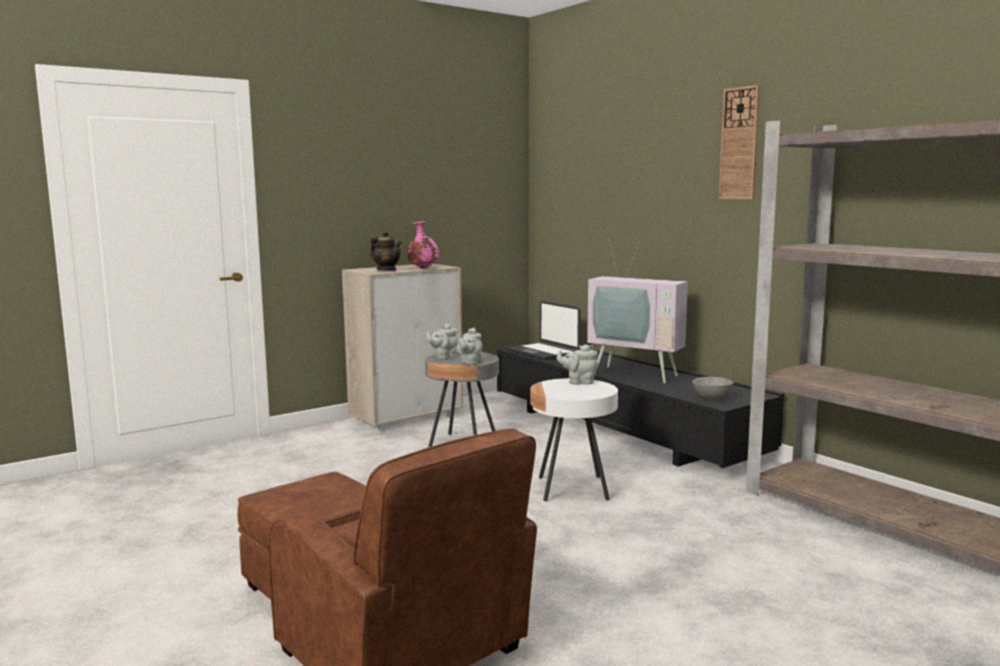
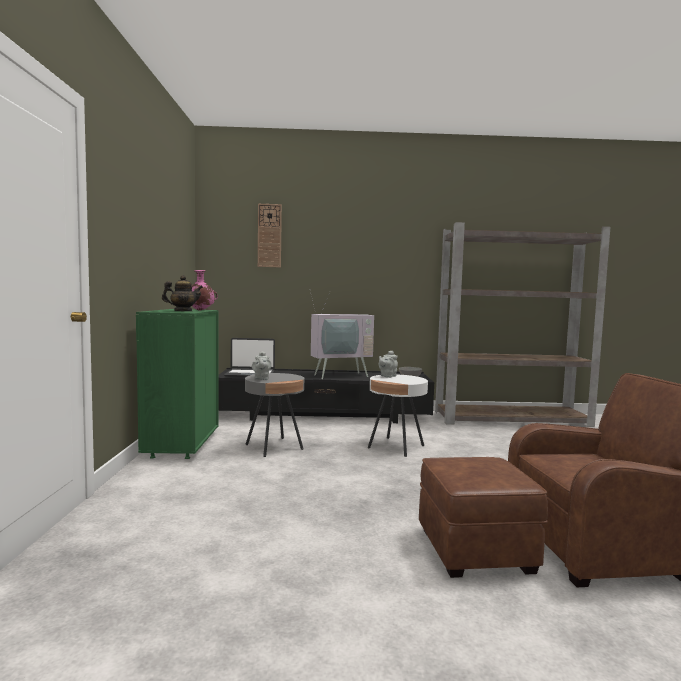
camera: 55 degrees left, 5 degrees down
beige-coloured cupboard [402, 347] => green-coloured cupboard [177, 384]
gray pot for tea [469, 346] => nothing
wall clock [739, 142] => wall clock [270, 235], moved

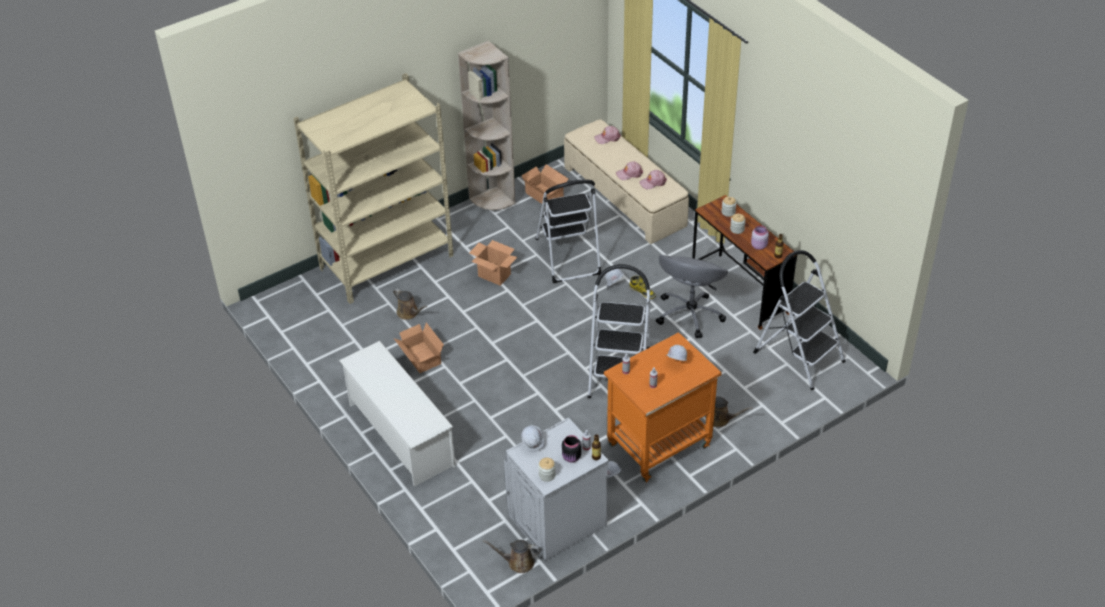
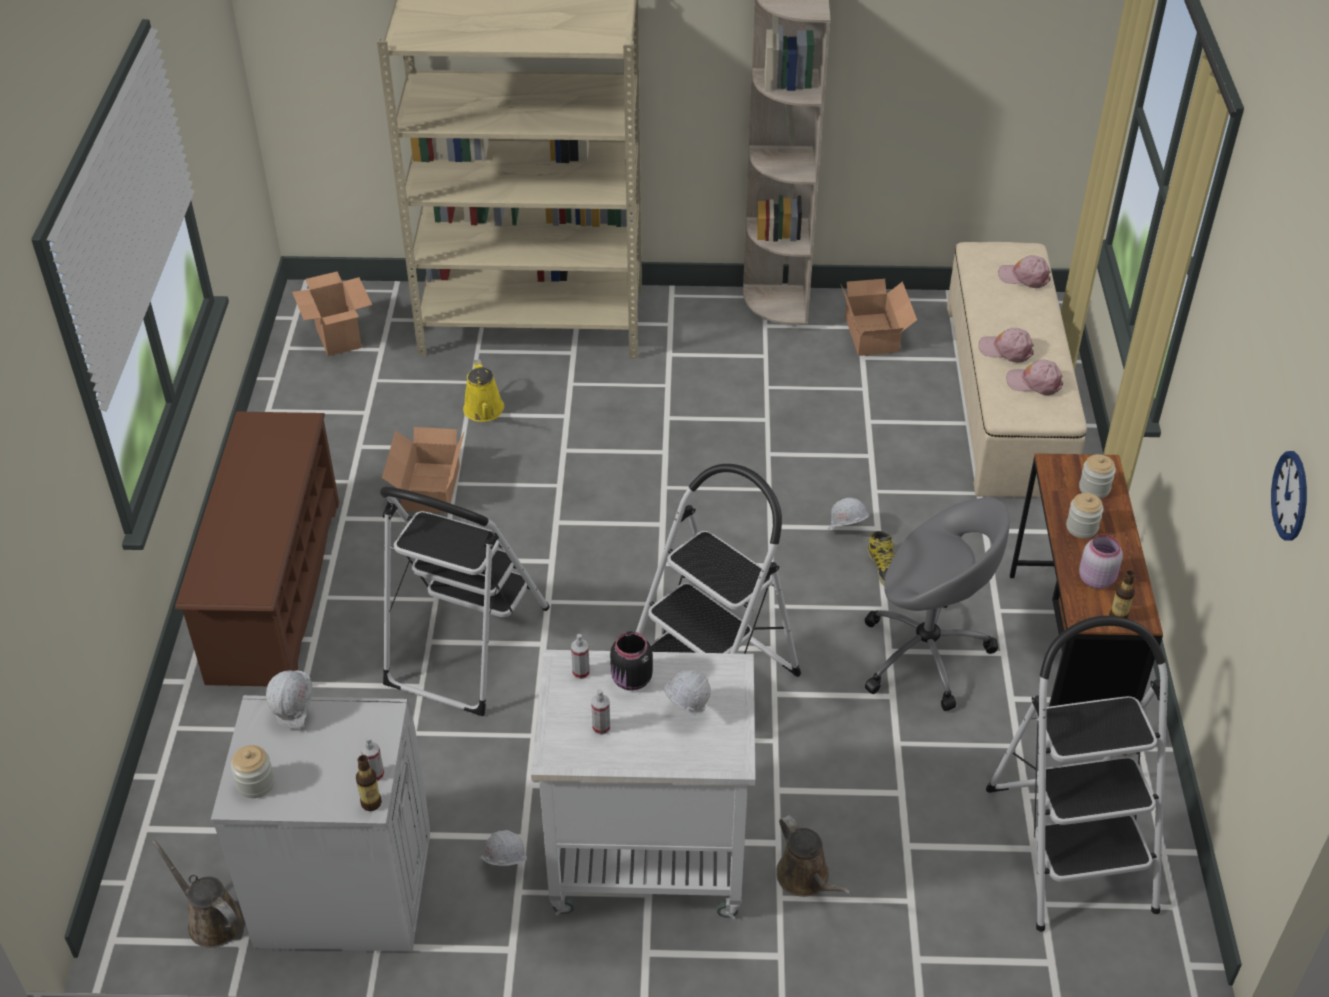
camera: 35 degrees right, 0 degrees up
white shoe shelf [397, 414] => brown shoe shelf [257, 548]
brown sprinkling can [410, 304] => yellowish sprinkling can [483, 390]
carton [493, 263] => carton [332, 313], moved
step stool [568, 231] => step stool [464, 601], moved
black-coloured storage jar [571, 448] => black-coloured storage jar [631, 661], moved
orange-coloured trolley [663, 407] => white trolley [643, 785]
gray desk chair [692, 296] => gray desk chair [937, 604], 120 degrees counterclockwise
nothing => wall clock [1289, 496]

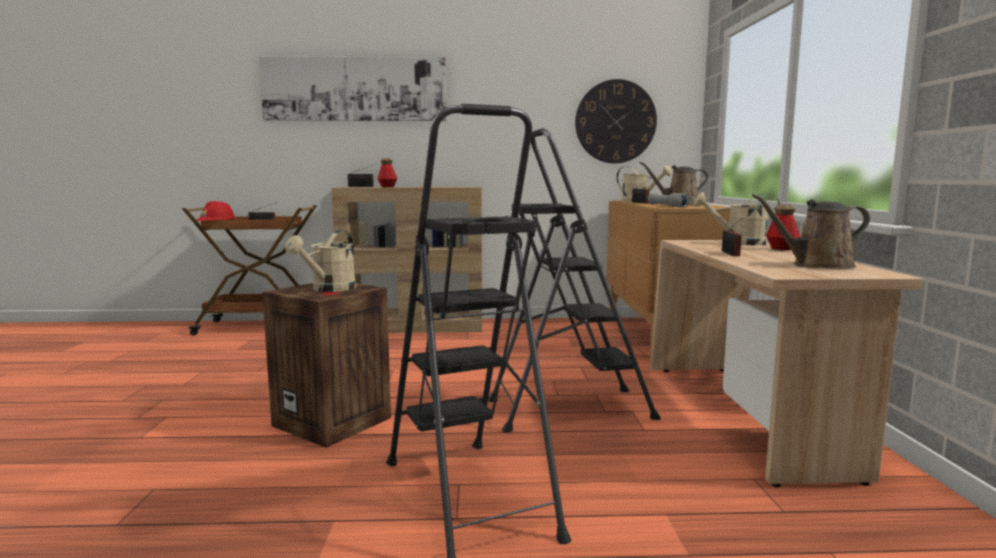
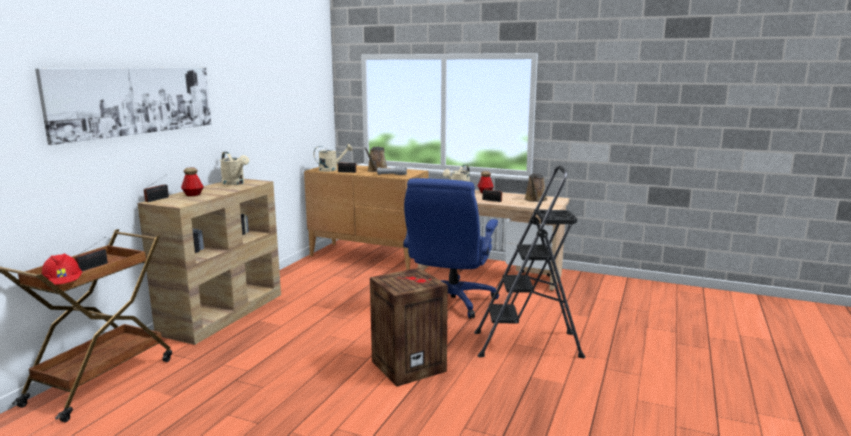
camera: 65 degrees left, 5 degrees up
beige-coloured sprinkling can [320, 261] => beige-coloured sprinkling can [234, 168], moved
step stool [574, 280] => blue desk chair [451, 248]
wall clock [616, 121] => nothing

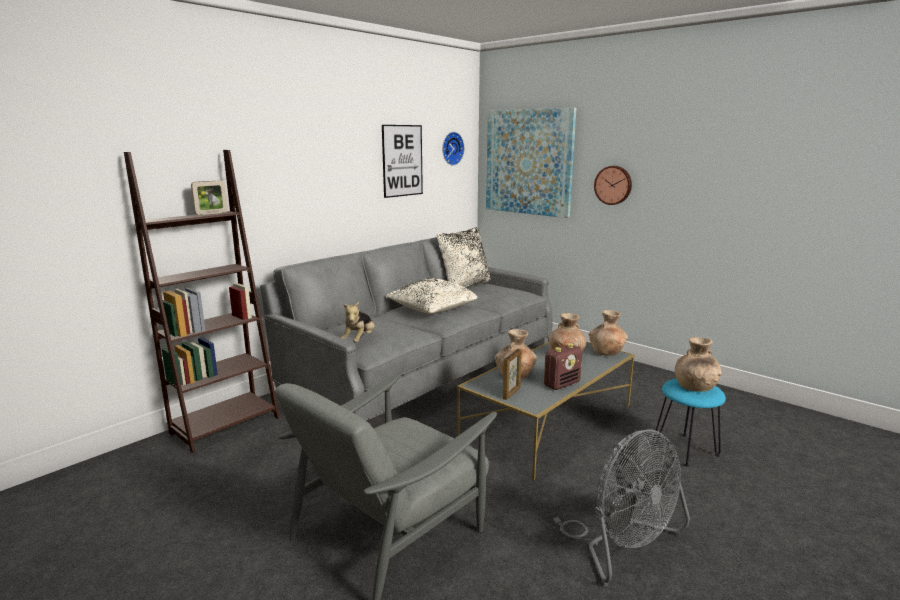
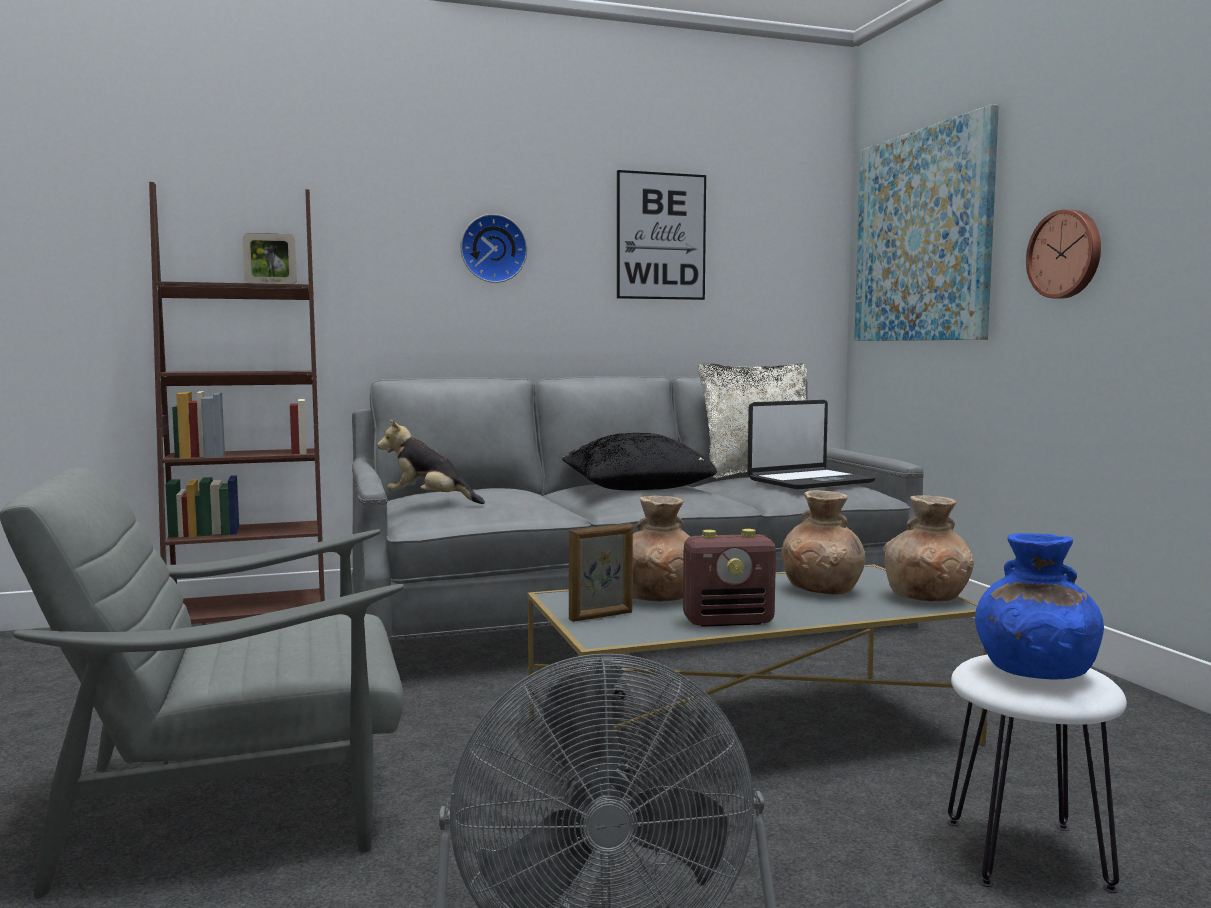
camera: 30 degrees right, 10 degrees down
cuddly toy [358, 322] => cuddly toy [431, 461], 60 degrees clockwise
beige-coloured throw pillow [431, 296] => black-coloured throw pillow [639, 461]
wall clock [453, 149] => wall clock [494, 248], moved
turquoise stool seat [689, 422] => white stool seat [1037, 774]
brown flower vase [698, 364] => blue flower vase [1039, 606]
nothing => laptop [811, 445]

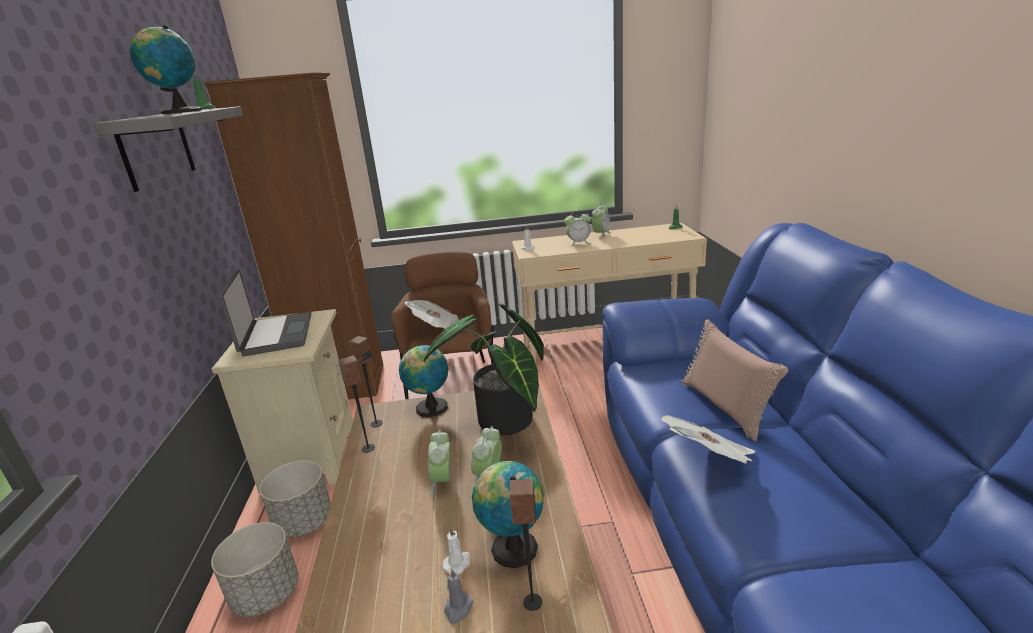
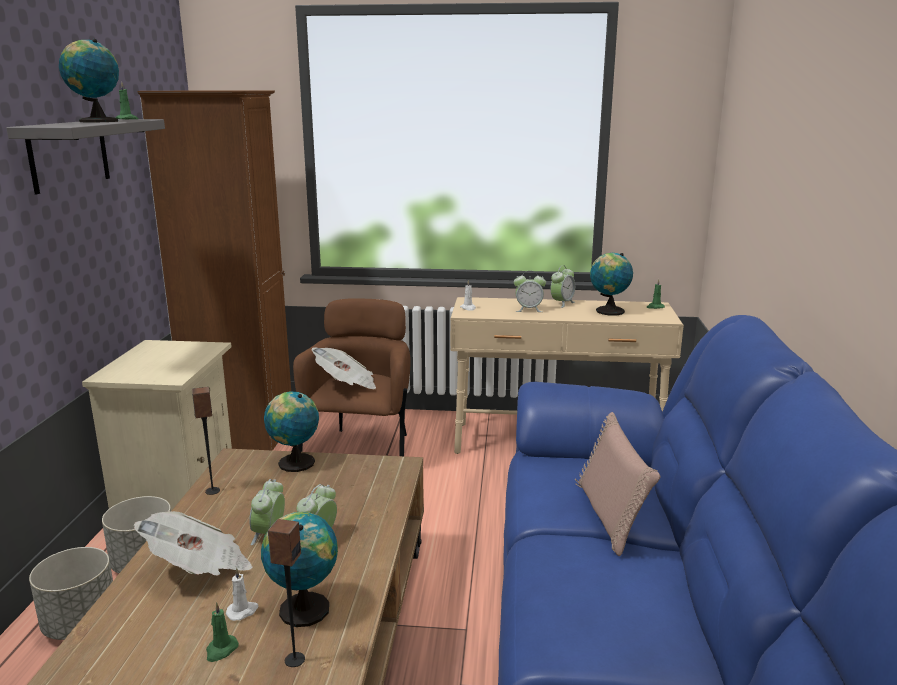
camera: 10 degrees right, 5 degrees down
laptop [265, 313] => nothing
loudspeaker [365, 381] => nothing
potted plant [484, 369] => nothing
gray candle [458, 596] => green-coloured candle [222, 632]
daily paper [708, 439] => daily paper [193, 543], moved
nothing => desk globe [611, 284]

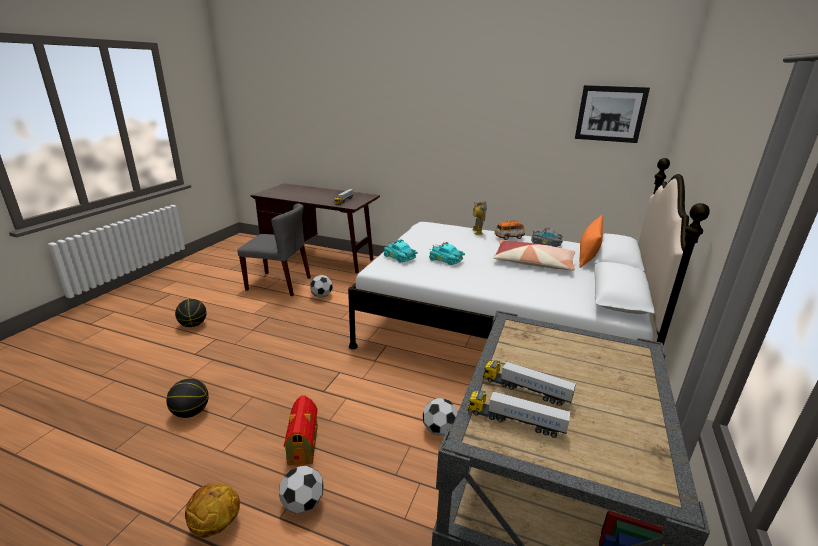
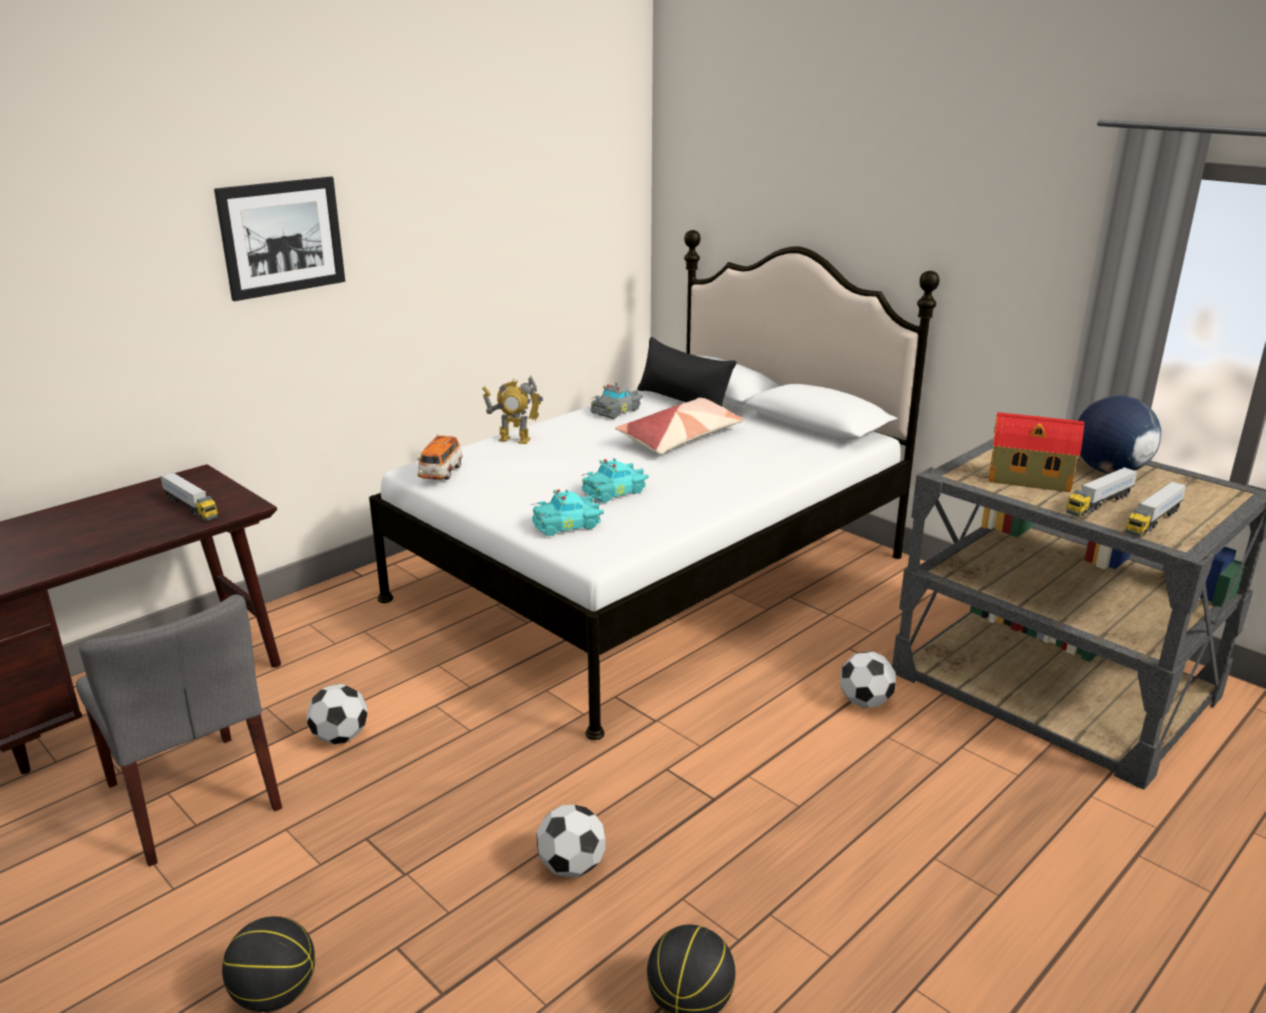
camera: 65 degrees left, 0 degrees up
ball for basketball [212, 510] => nothing
gray chair [274, 249] => gray chair [179, 730], 105 degrees clockwise
football ball [301, 489] => football ball [571, 841], moved
toy house [301, 430] => toy house [1036, 452], moved
miniature car [509, 230] => miniature car [440, 457], moved
wall picture [612, 114] => wall picture [279, 239], moved
orange-coloured throw pillow [591, 241] => black-coloured throw pillow [687, 371]
nothing => desk globe [1119, 434]

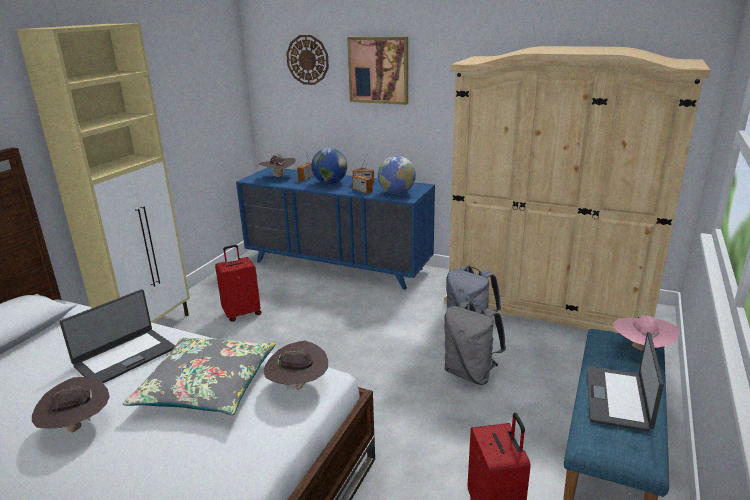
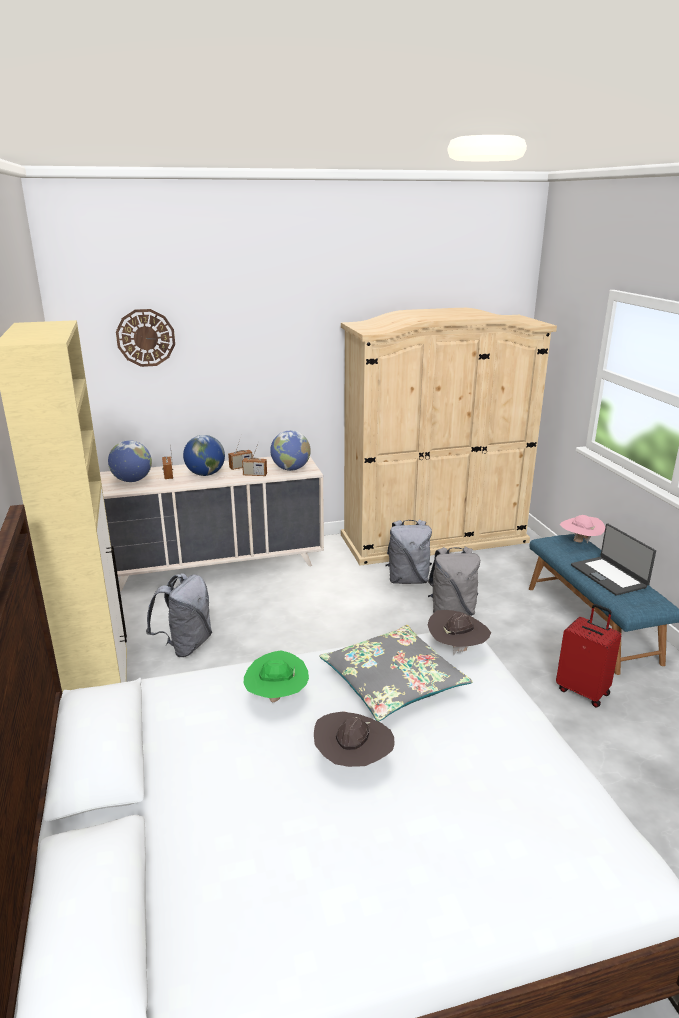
camera: 40 degrees left, 0 degrees up
laptop [117, 336] => green-coloured clothing hat [276, 676]
red suitcase [238, 283] => gray rucksack [179, 615]
blue drawer chest [335, 228] => beige-coloured drawer chest [212, 524]
brown clothing hat [277, 166] => desk globe [130, 461]
wall picture [377, 71] => nothing

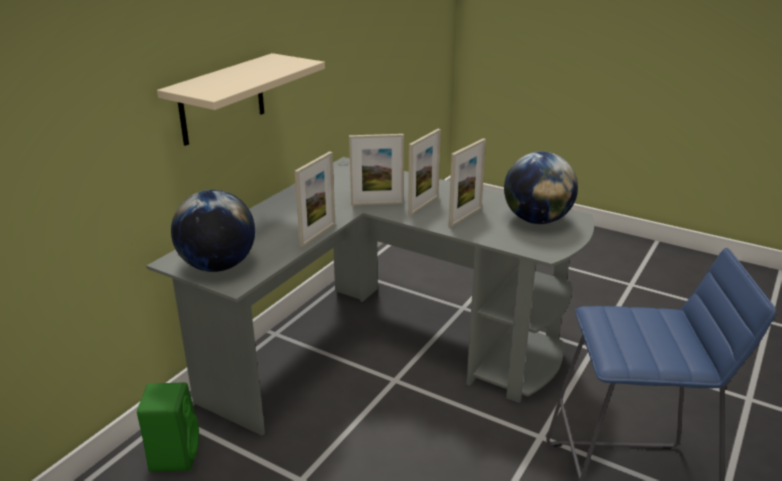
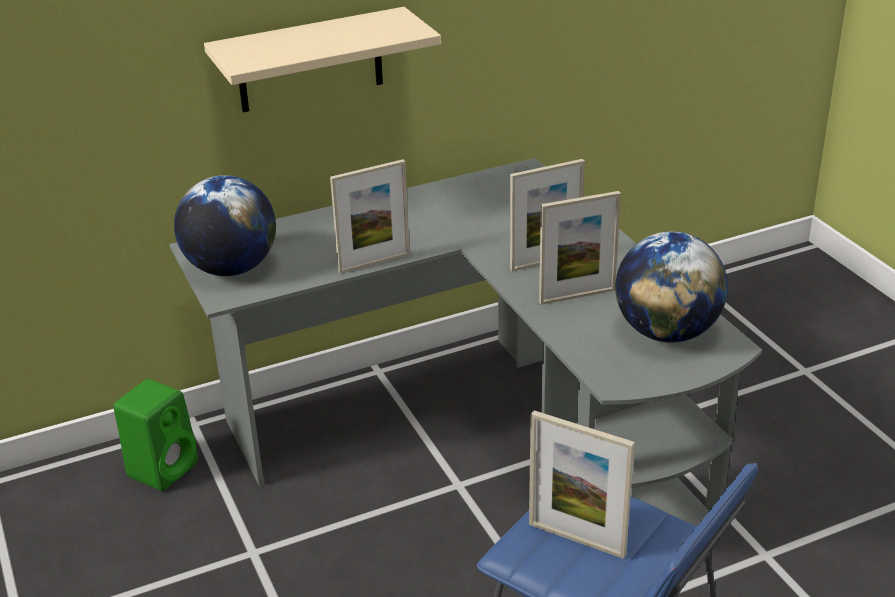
camera: 35 degrees right, 5 degrees up
photo frame [376, 170] => photo frame [582, 484], moved

